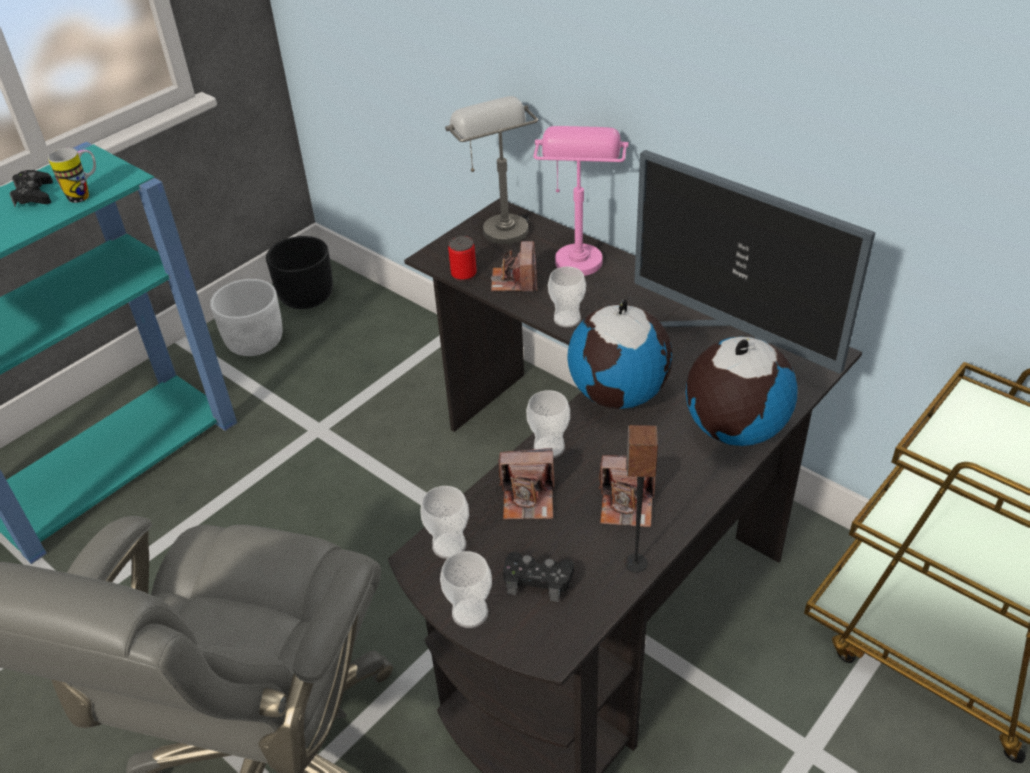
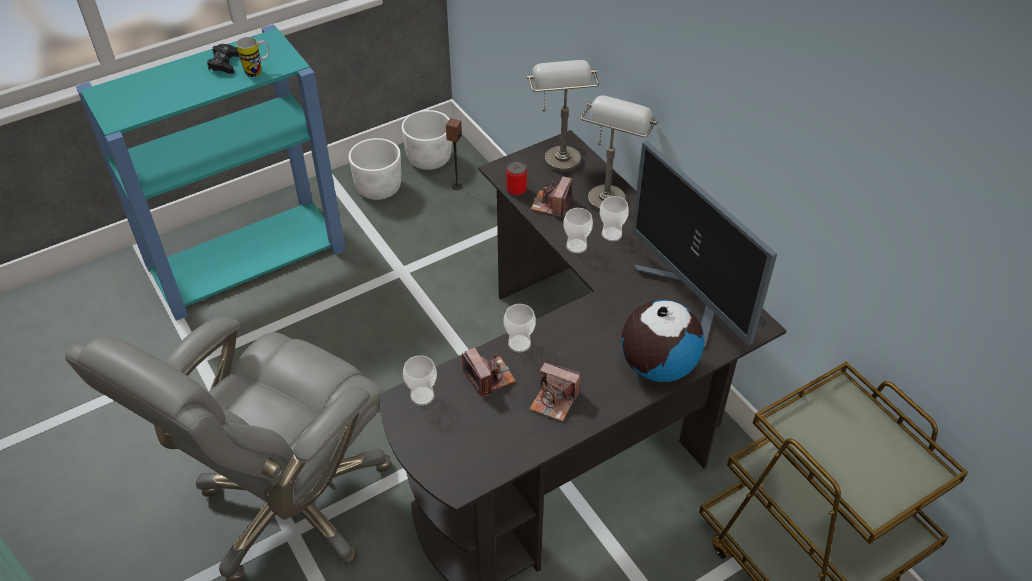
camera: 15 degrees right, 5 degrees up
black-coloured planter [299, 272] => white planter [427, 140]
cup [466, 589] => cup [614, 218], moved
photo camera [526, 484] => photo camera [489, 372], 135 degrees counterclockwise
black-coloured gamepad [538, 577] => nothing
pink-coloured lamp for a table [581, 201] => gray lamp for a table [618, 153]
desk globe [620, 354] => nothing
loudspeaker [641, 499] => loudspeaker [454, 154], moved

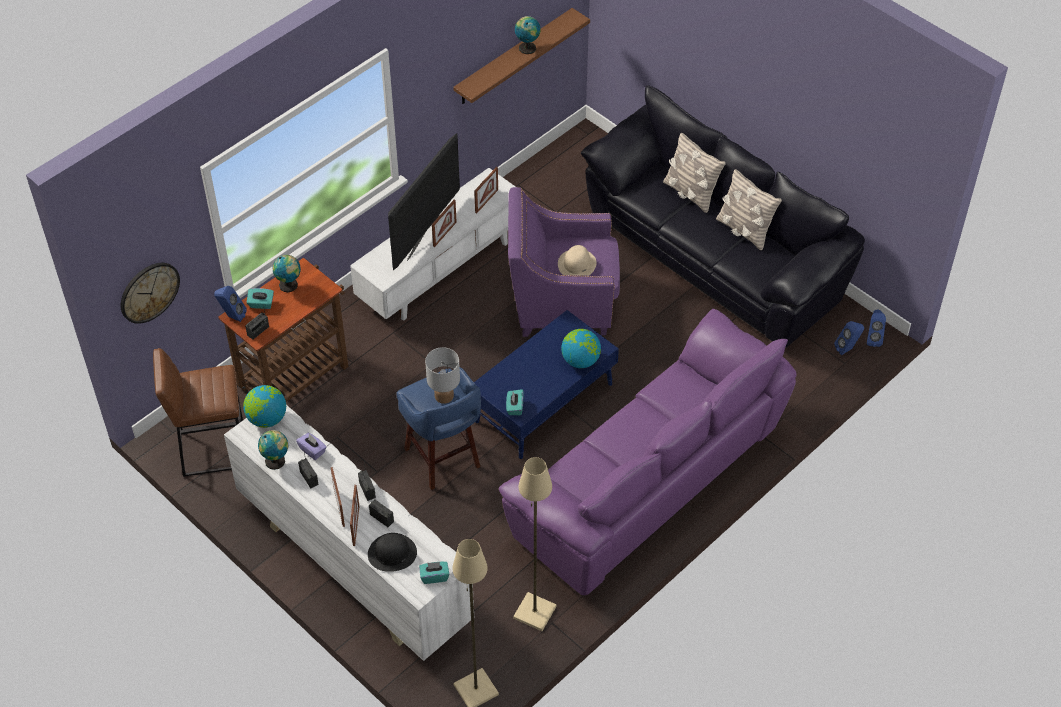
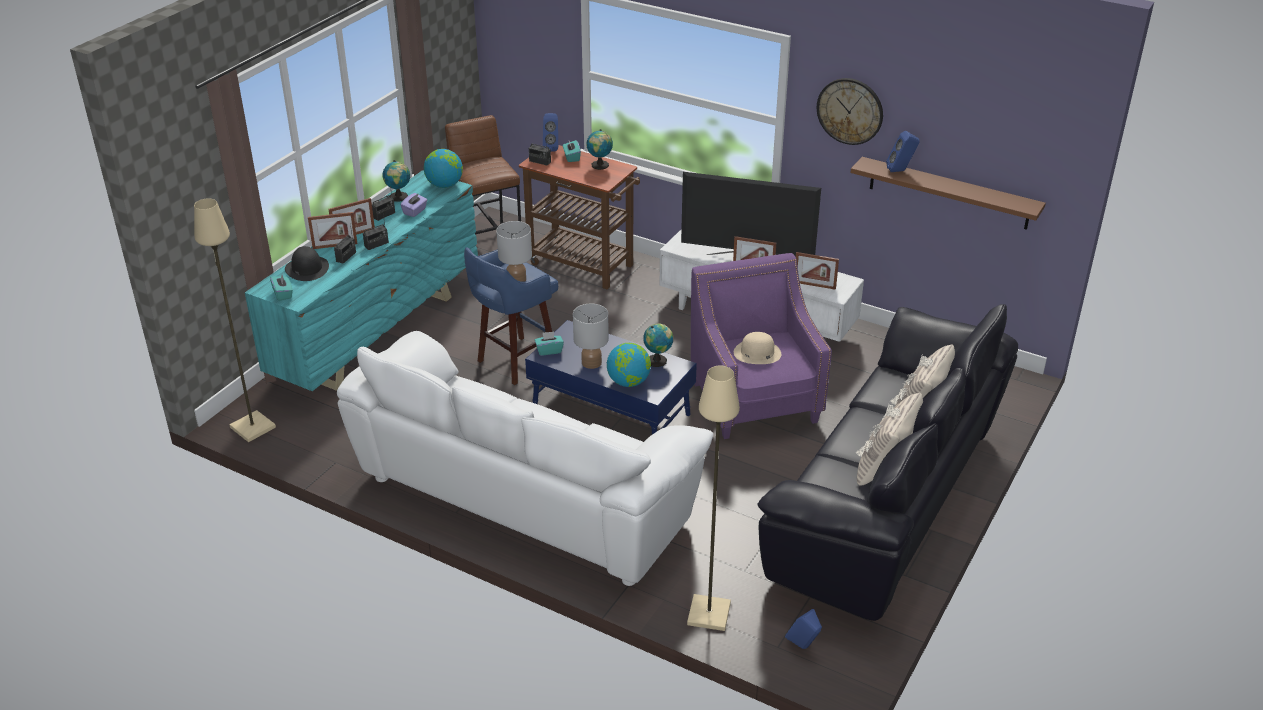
camera: 75 degrees right, 15 degrees down
wall clock [150, 293] => wall clock [850, 111], moved
white cupboard [349, 533] => turquoise cupboard [361, 280]
purple-coloured settee [647, 452] => white settee [525, 458]
beige-coloured standard lamp [534, 544] => beige-coloured standard lamp [713, 498], moved
desk globe [528, 35] => desk globe [658, 345], moved
blue loudspeaker [876, 328] => blue loudspeaker [903, 151], moved
nothing => gray lamp for a table [591, 336]

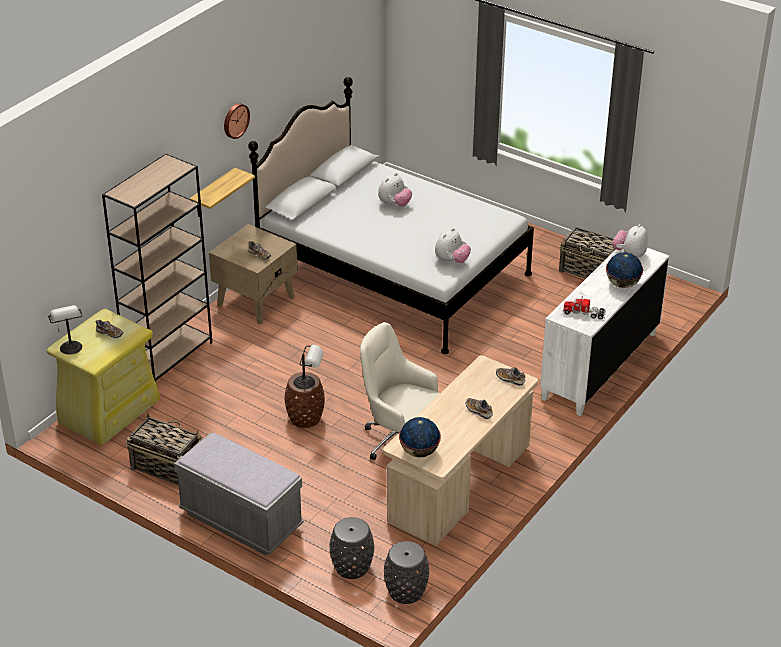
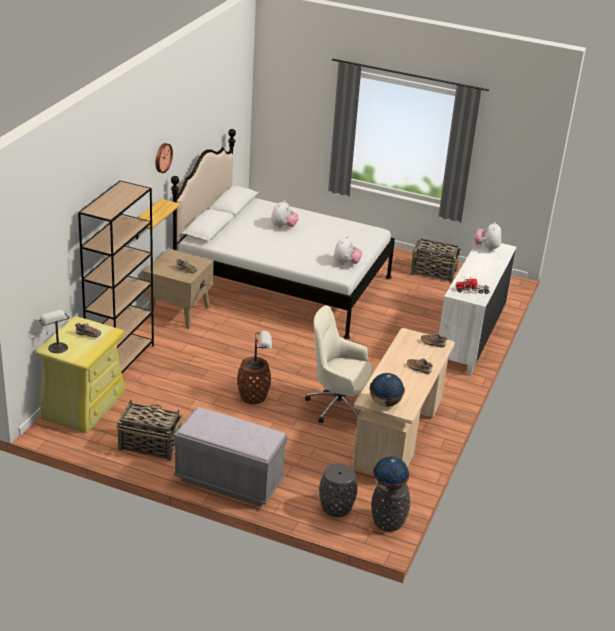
camera: 15 degrees left, 5 degrees down
desk globe [624, 270] => desk globe [391, 474], moved

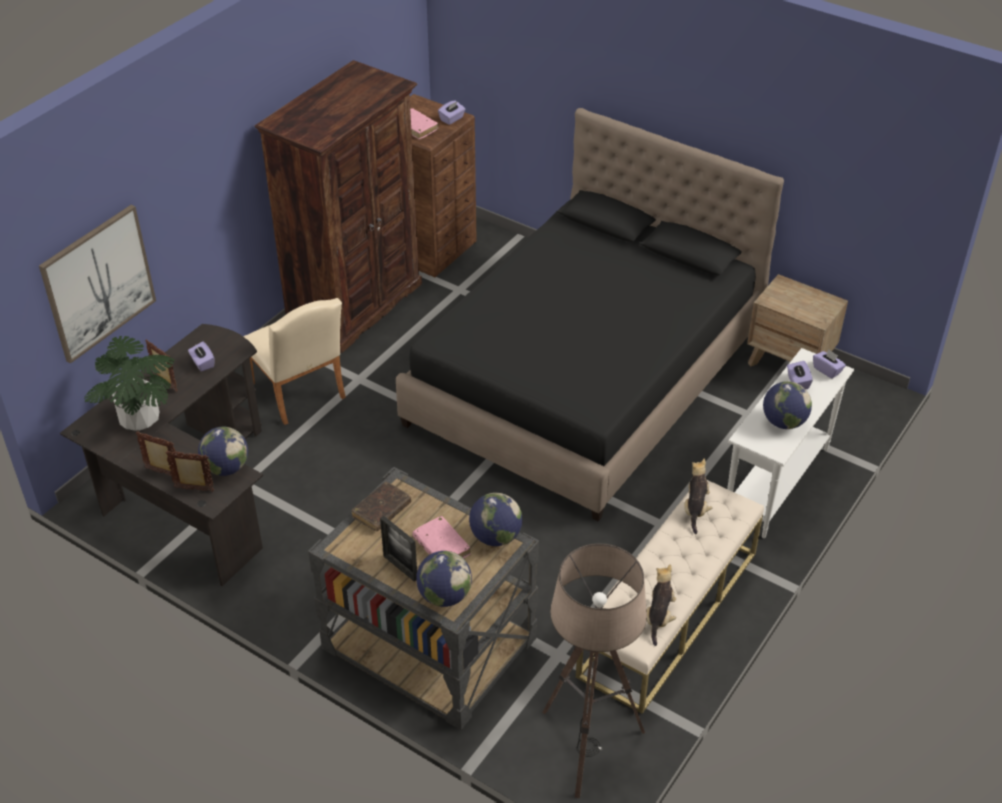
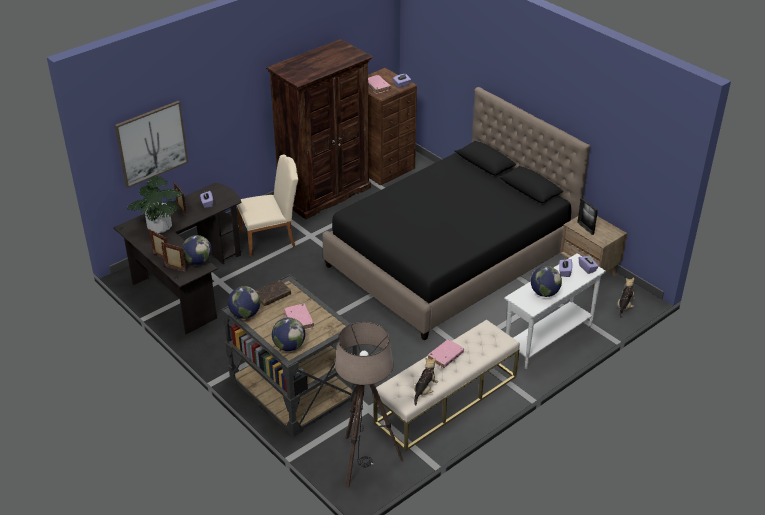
camera: 15 degrees right, 5 degrees down
beige-coloured chair [295, 361] => beige-coloured chair [267, 206], 90 degrees counterclockwise
photo frame [398, 549] => photo frame [587, 216], moved
desk globe [495, 519] => desk globe [244, 302], moved
cuddly toy [698, 496] => cuddly toy [626, 298], moved
nothing => pink-coloured book [446, 353]

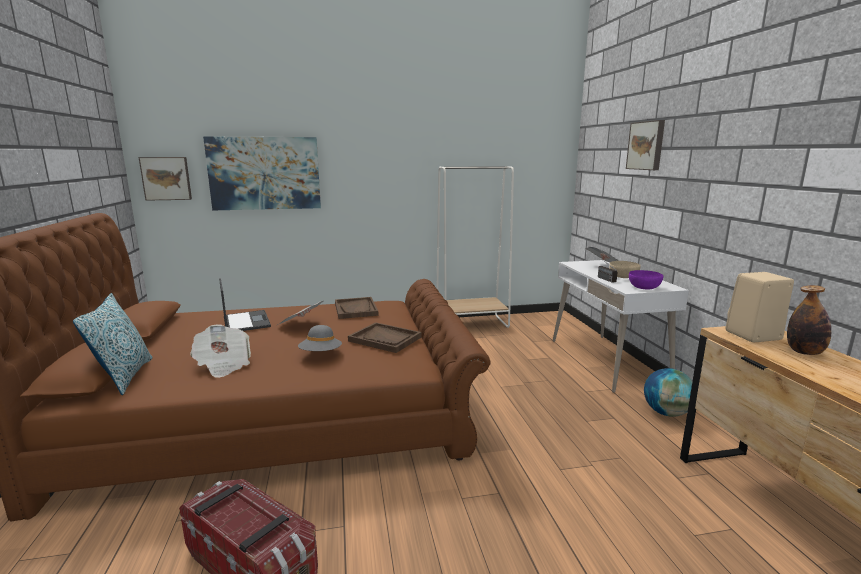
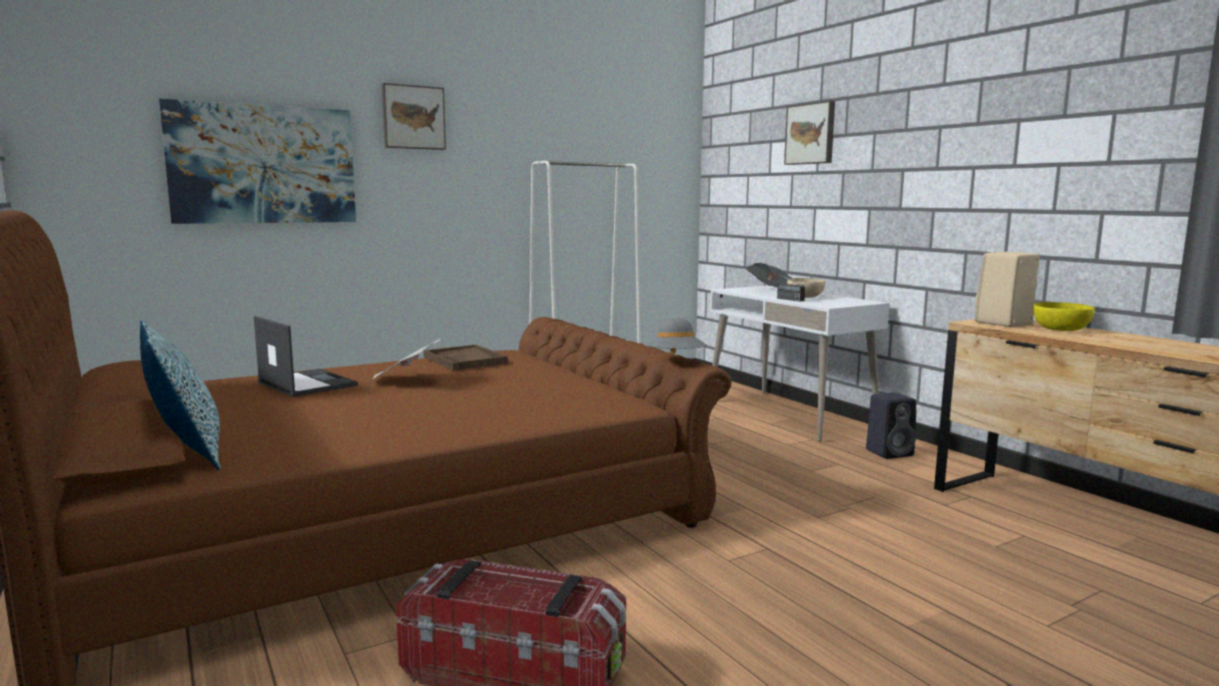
camera: 20 degrees left, 5 degrees down
wall picture [165, 179] => wall picture [414, 116], moved
daily paper [220, 351] => nothing
gray clothing hat [320, 338] => gray clothing hat [677, 336], moved
brown carrying tray [385, 337] => nothing
purple-coloured serving bowl [646, 279] => nothing
desk globe [668, 392] => black-coloured loudspeaker [891, 425]
beverage bottle [809, 320] => yellowish serving bowl [1064, 316]

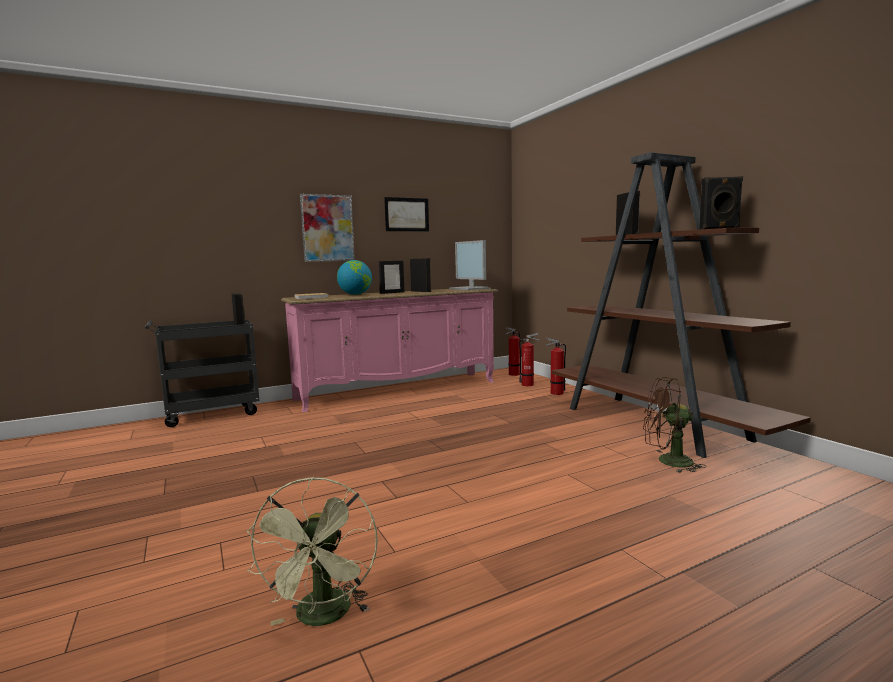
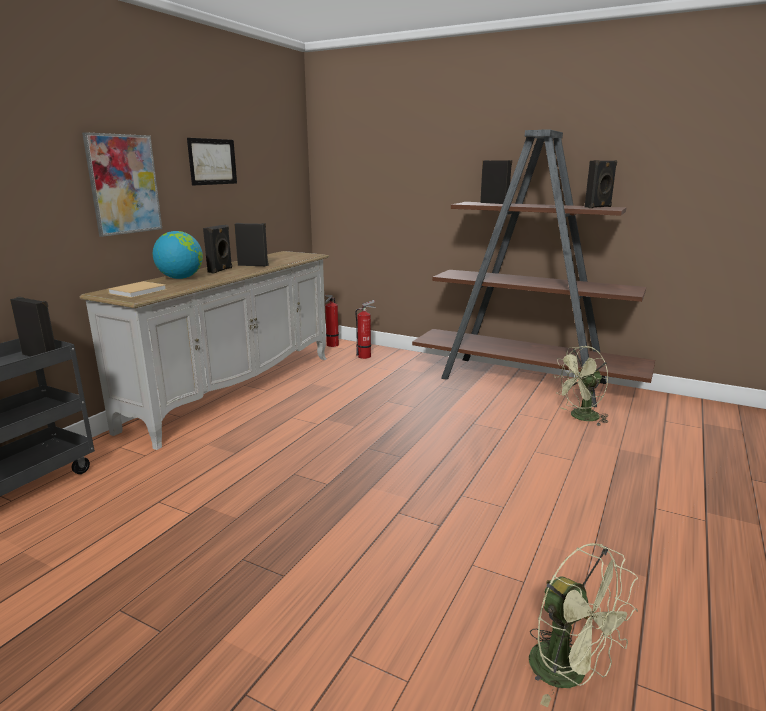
camera: 35 degrees left, 10 degrees up
pink-coloured cupboard [389, 350] => gray cupboard [204, 350]
photo frame [391, 277] => black-coloured loudspeaker [217, 249]
monitor [469, 265] => nothing
fire extinguisher [555, 366] => nothing
brown cooling fan [674, 425] => green-coloured cooling fan [580, 386]

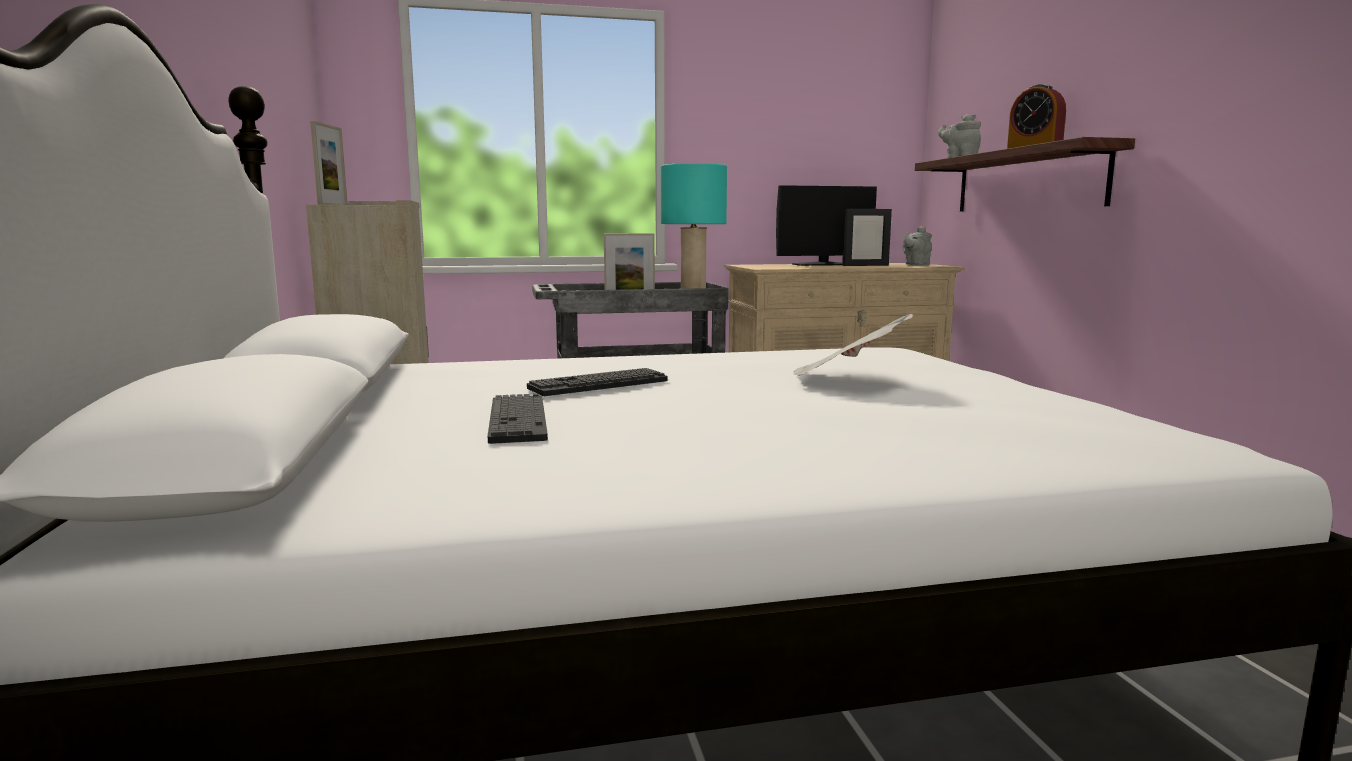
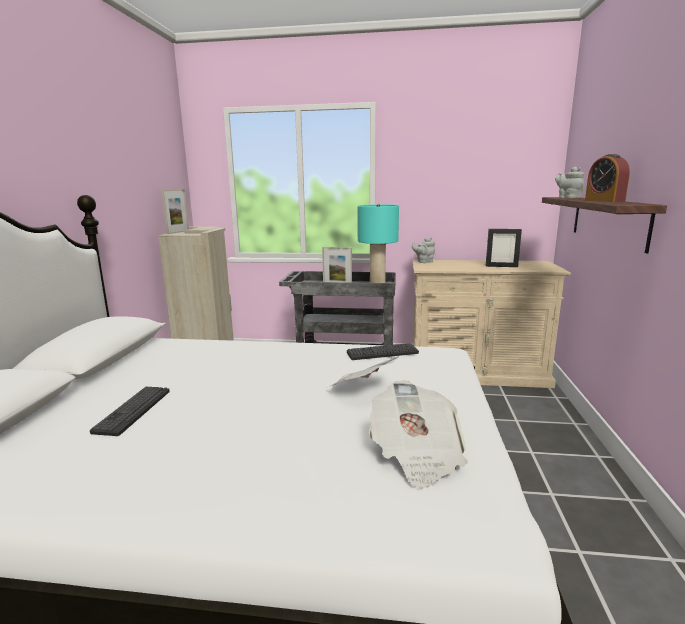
camera: 20 degrees right, 5 degrees up
PC keyboard [597, 382] => PC keyboard [383, 351], moved
monitor [826, 225] => nothing
gray pot for tea [917, 246] => gray pot for tea [423, 250], moved
nothing => daily paper [418, 435]

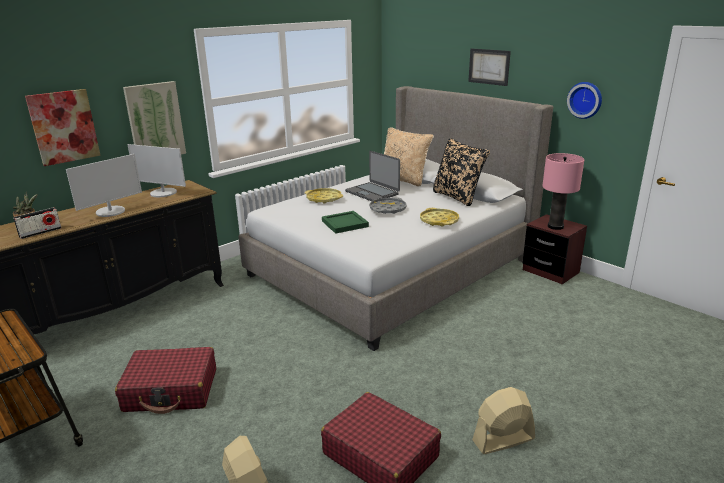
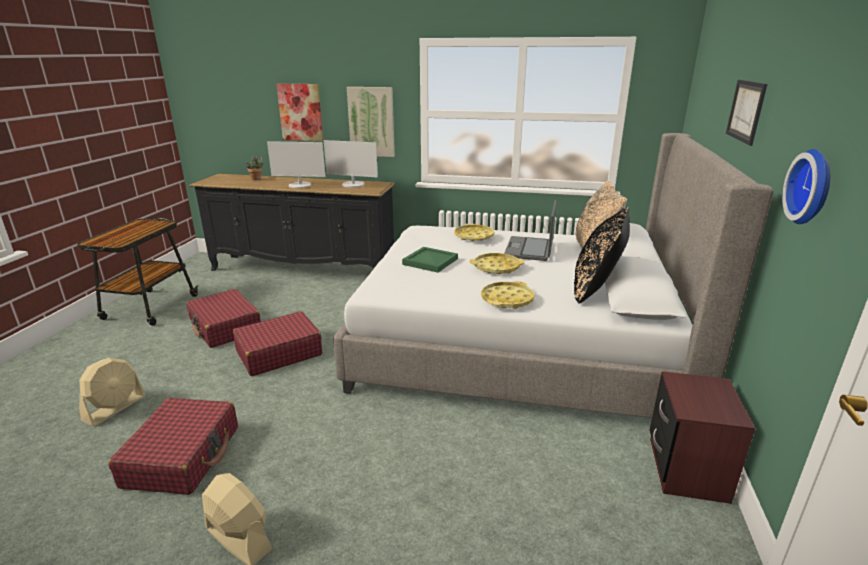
camera: 55 degrees right, 0 degrees up
radio [37, 223] => nothing
monitor [156, 170] => monitor [351, 164], 60 degrees counterclockwise
gray carrying tray [388, 205] => yellowish carrying tray [497, 263]
pink-coloured lamp for a table [563, 191] => nothing
nothing => red suitcase [277, 343]

